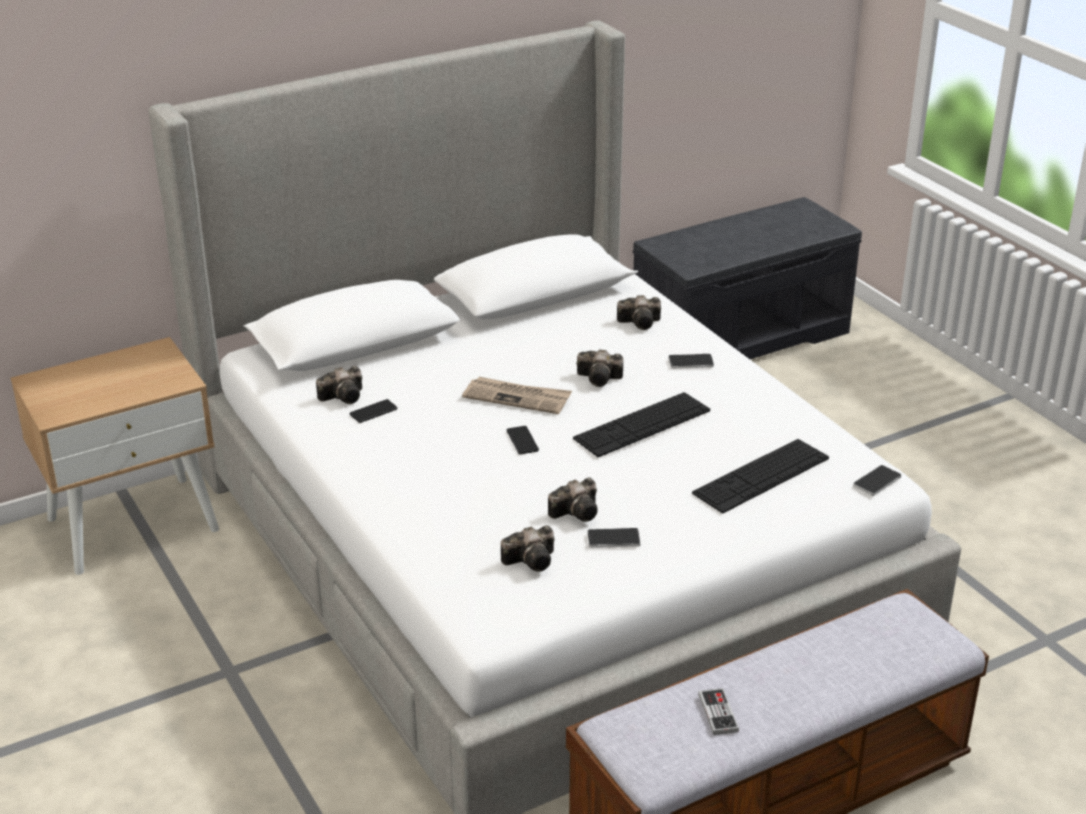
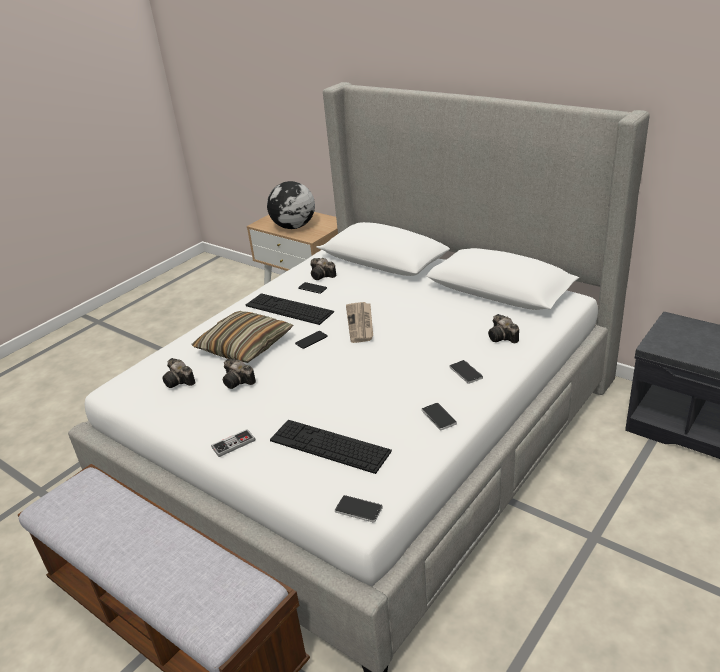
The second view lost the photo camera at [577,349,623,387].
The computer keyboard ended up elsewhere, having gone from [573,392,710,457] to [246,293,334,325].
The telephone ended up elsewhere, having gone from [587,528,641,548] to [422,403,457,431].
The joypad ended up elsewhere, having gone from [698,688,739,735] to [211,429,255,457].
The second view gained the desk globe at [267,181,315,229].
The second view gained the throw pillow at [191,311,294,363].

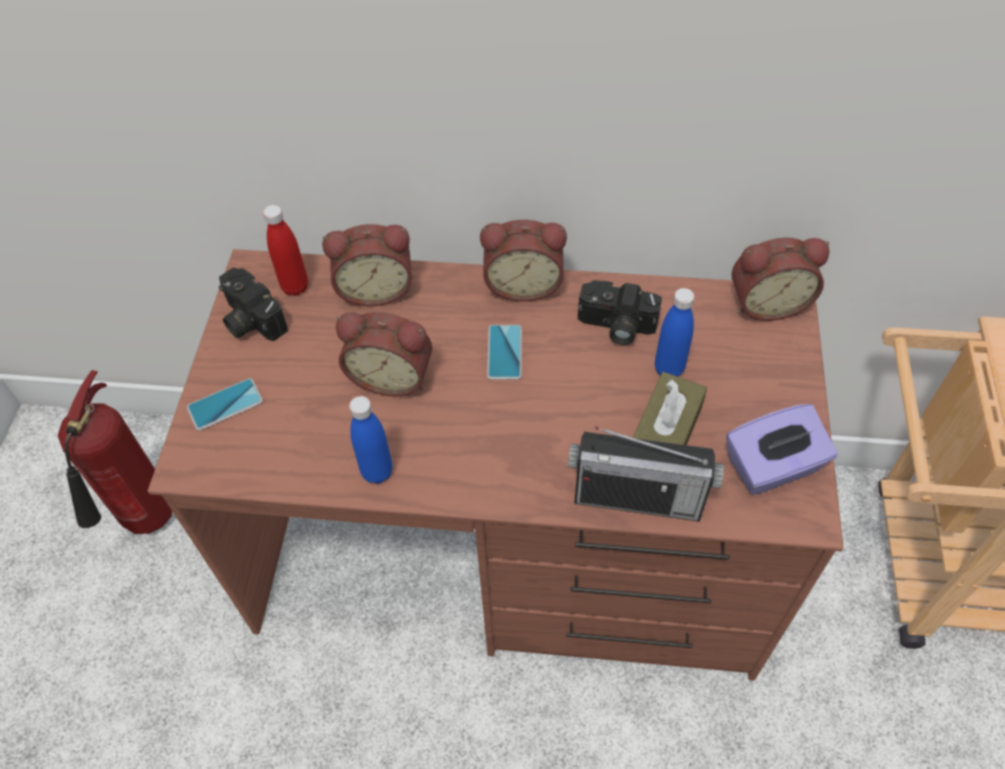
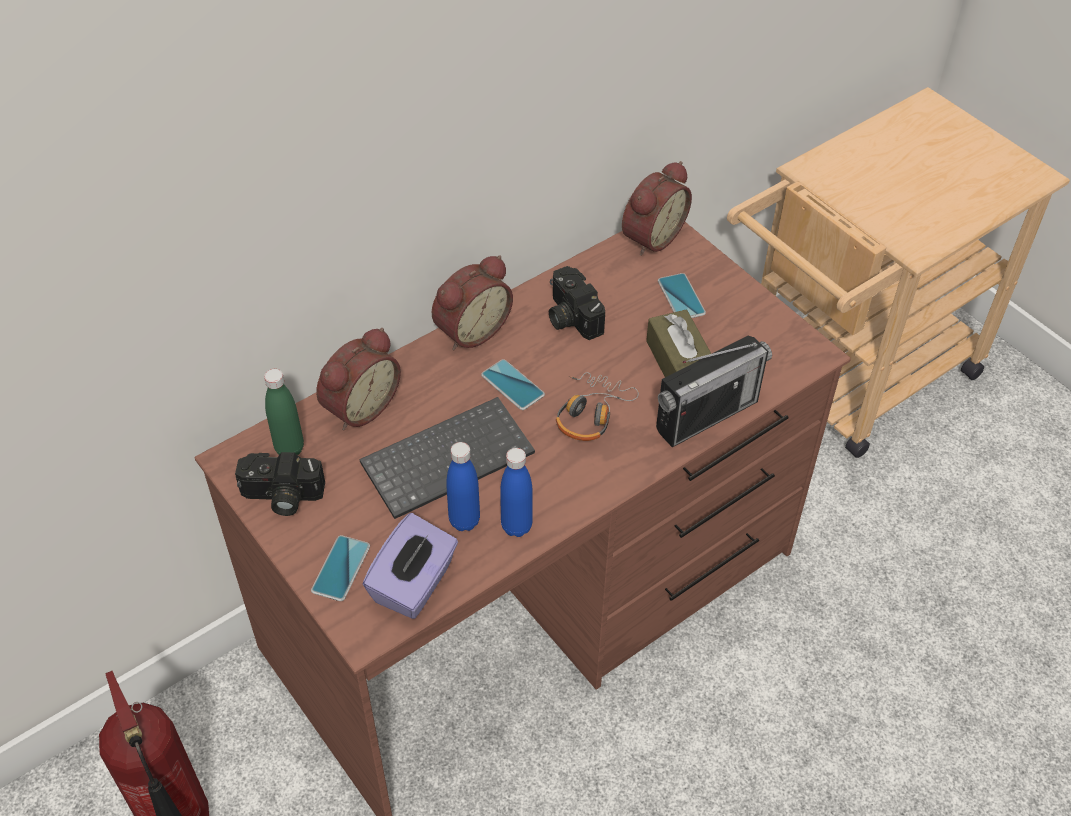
What was the bottle in red-coloured at [263,205,308,296] turned into the bottle in greenish at [264,369,304,455].
The photo camera at [578,280,662,345] ended up facing another way, 90 degrees clockwise from before.
The bottle in blue ended up elsewhere, having gone from [655,288,695,377] to [446,442,480,531].
Where the alarm clock stood at [336,312,432,397], the computer keyboard came to stand at [360,397,535,519].
The tissue holder in purple-coloured ended up elsewhere, having gone from [726,404,837,495] to [363,513,458,619].
The second view gained the telephone at [658,273,706,318].
The second view gained the pair of headphones at [556,372,639,441].

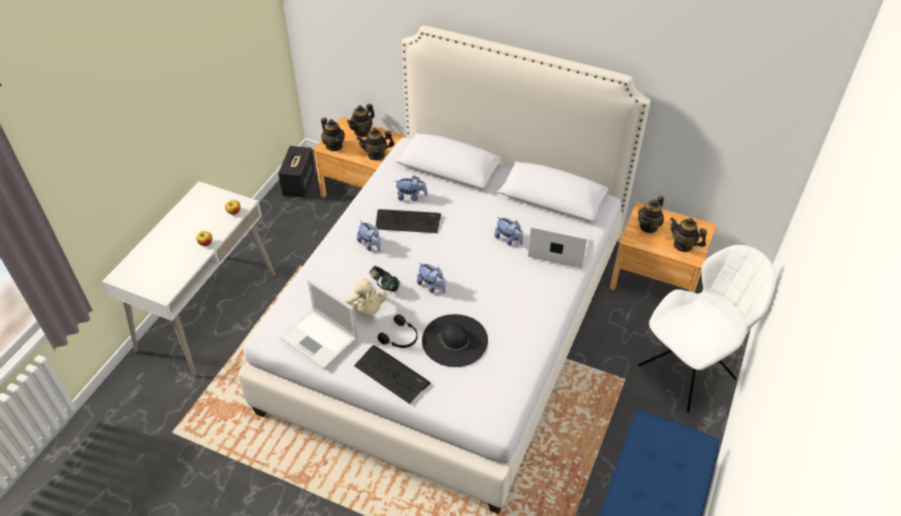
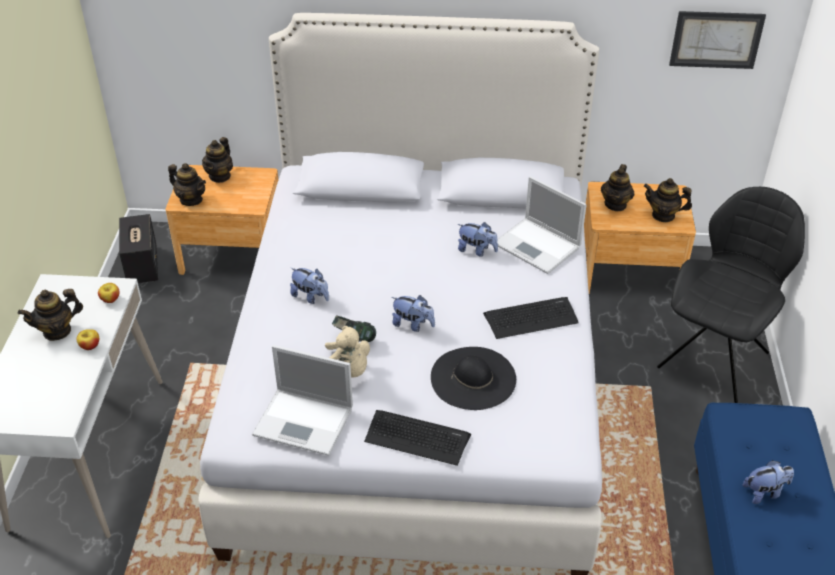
The tea pot ended up elsewhere, having gone from [357,128,395,161] to [18,289,83,341].
The plush toy ended up elsewhere, having gone from [396,175,428,201] to [742,460,794,504].
The computer keyboard ended up elsewhere, having gone from [375,209,441,233] to [483,297,579,339].
The portable computer at [528,225,590,268] ended up facing another way, 135 degrees counterclockwise from before.
What was the plain chair in whitish at [638,245,777,413] turned into the plain chair in black at [657,187,805,403].
The second view lost the pair of headphones in black at [377,314,418,348].
The second view gained the wall picture at [669,11,766,69].

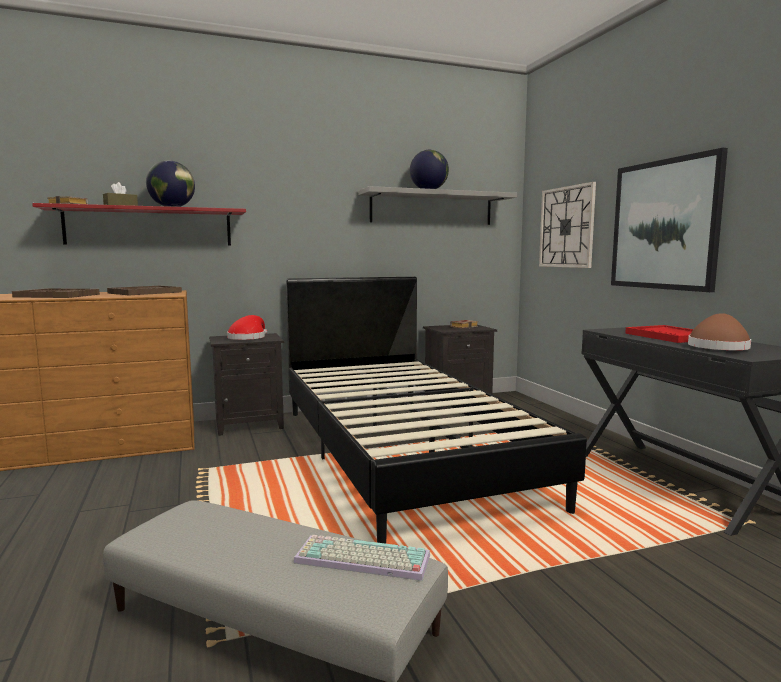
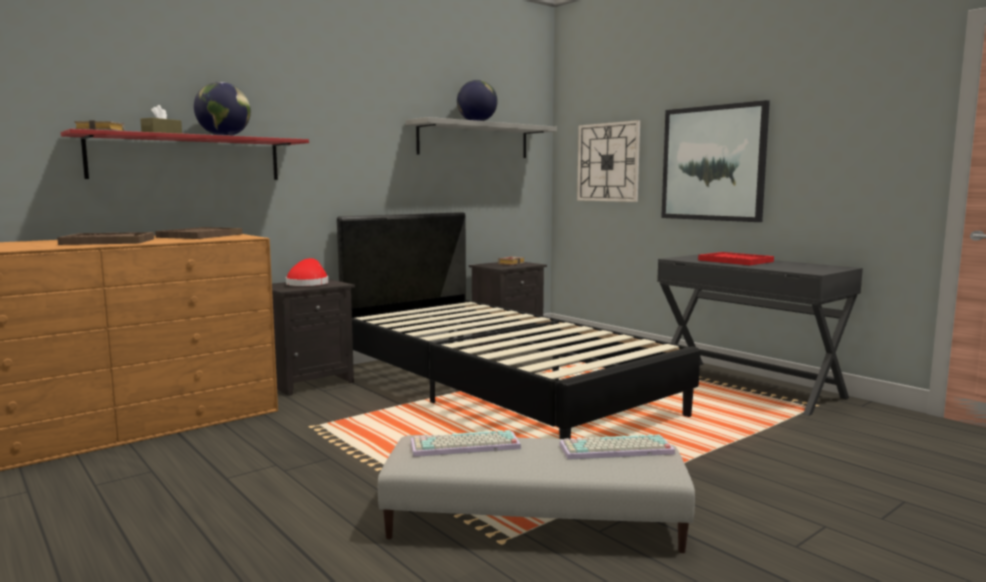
The second view lost the clothing hat in brown-coloured at [688,313,751,350].
The second view gained the computer keyboard at [410,430,521,457].

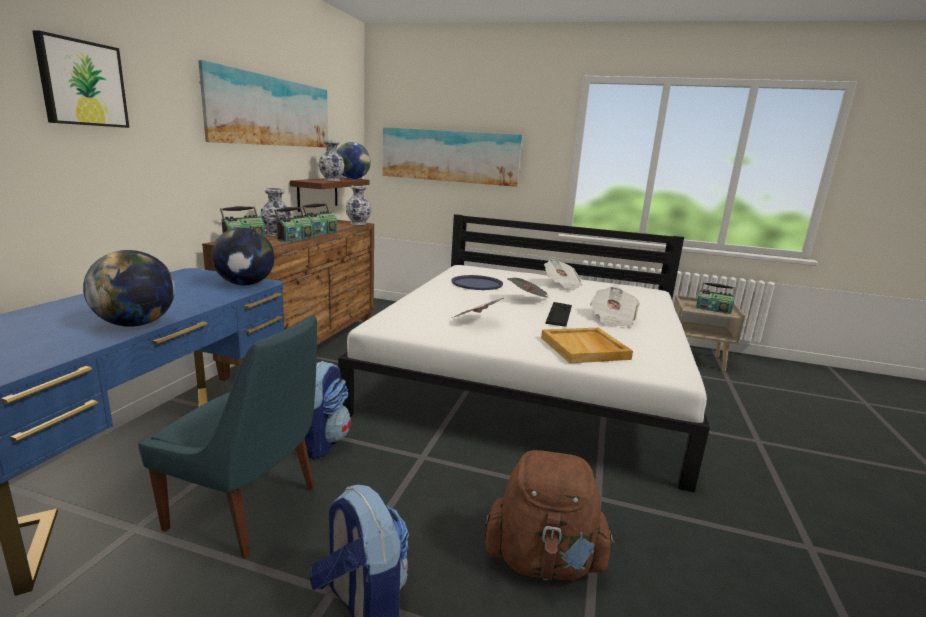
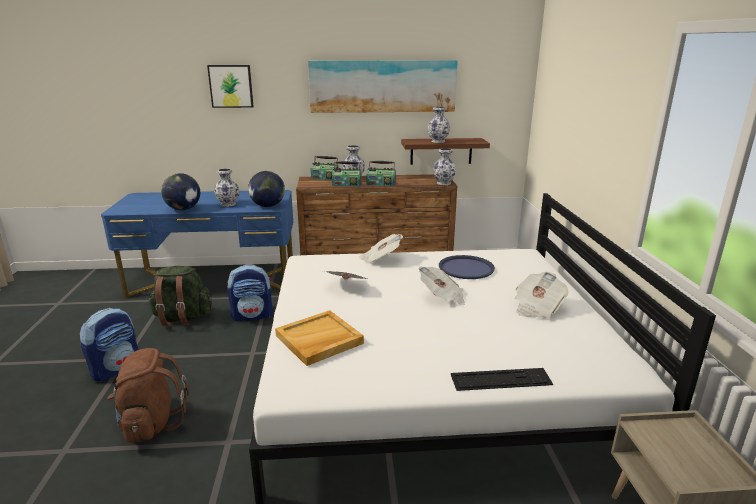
The second view lost the wall picture at [383,127,522,187].
The second view lost the desk globe at [337,142,371,179].
The second view lost the radio at [696,282,735,314].
The daily paper ended up elsewhere, having gone from [590,287,640,327] to [359,234,403,264].
The computer keyboard ended up elsewhere, having gone from [545,302,572,327] to [451,368,553,391].
Where the plain chair in blue stood at [138,315,317,559], the backpack in greenish came to stand at [148,266,212,326].
The second view gained the decorative vase at [214,168,240,207].

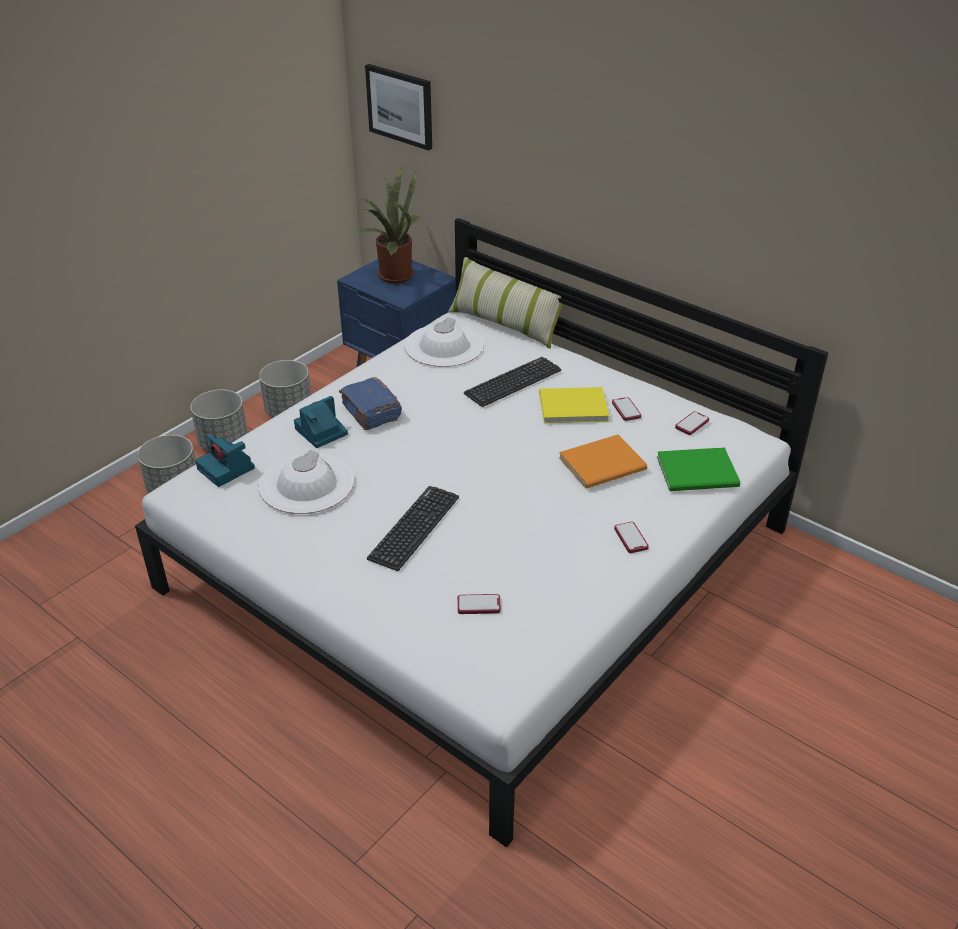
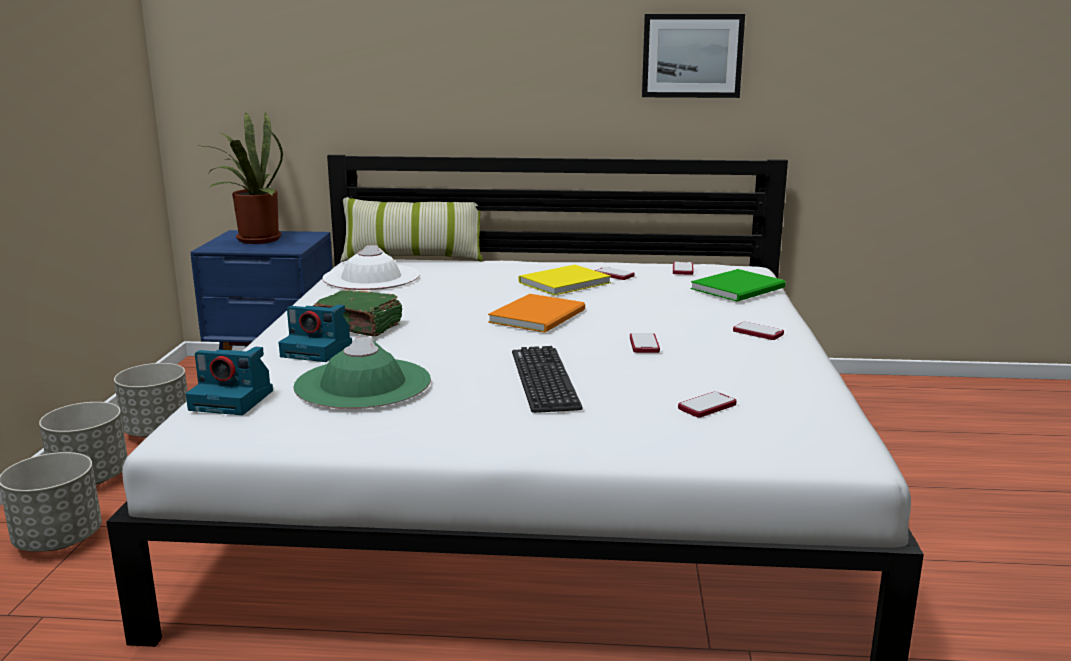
The wall picture ended up elsewhere, having gone from [365,64,432,151] to [642,14,745,98].
The second view lost the computer keyboard at [464,357,561,407].
What was the book in blue at [339,377,402,430] turned into the book in greenish at [313,290,402,337].
The photo camera at [294,396,348,448] ended up facing another way, 90 degrees counterclockwise from before.
The book in orange-coloured ended up elsewhere, having gone from [559,435,647,488] to [488,294,585,333].
What was the clothing hat in whitish at [259,450,355,514] turned into the clothing hat in greenish at [294,337,431,409].
The second view gained the telephone at [630,333,660,353].

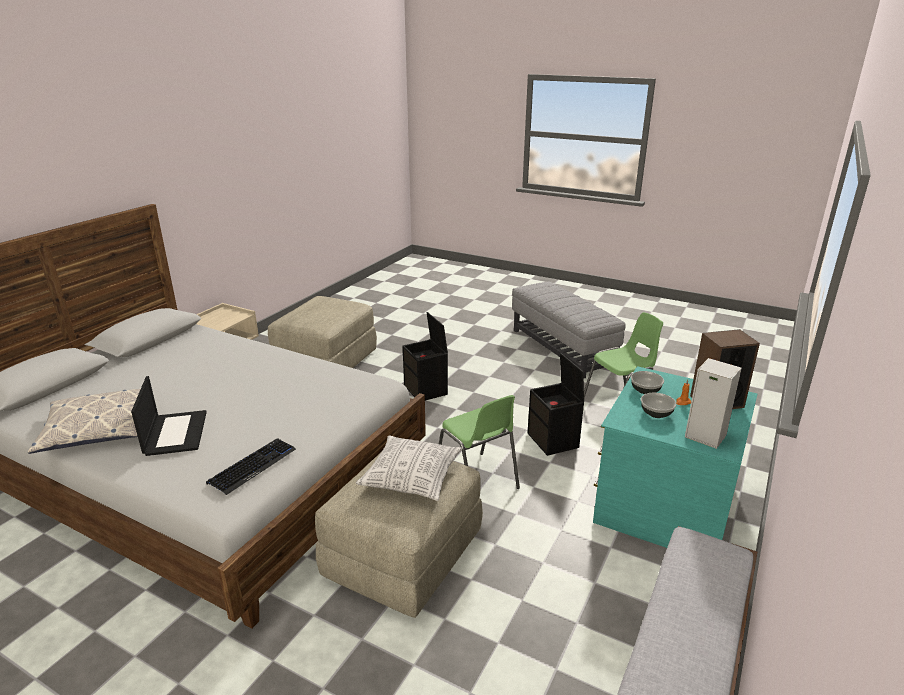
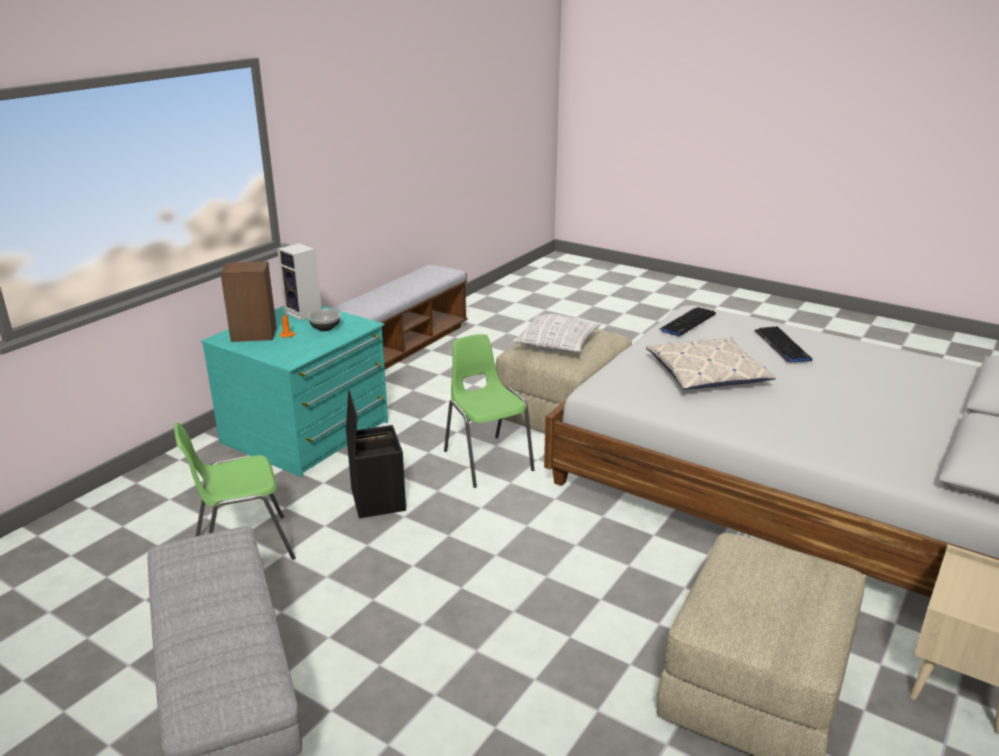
The second view lost the storage container in black at [403,312,448,401].
The second view lost the bowl at [631,371,664,394].
Where the portable computer stood at [131,376,207,456], the computer keyboard came to stand at [754,326,812,362].
The throw pillow ended up elsewhere, having gone from [28,389,140,454] to [646,338,776,390].

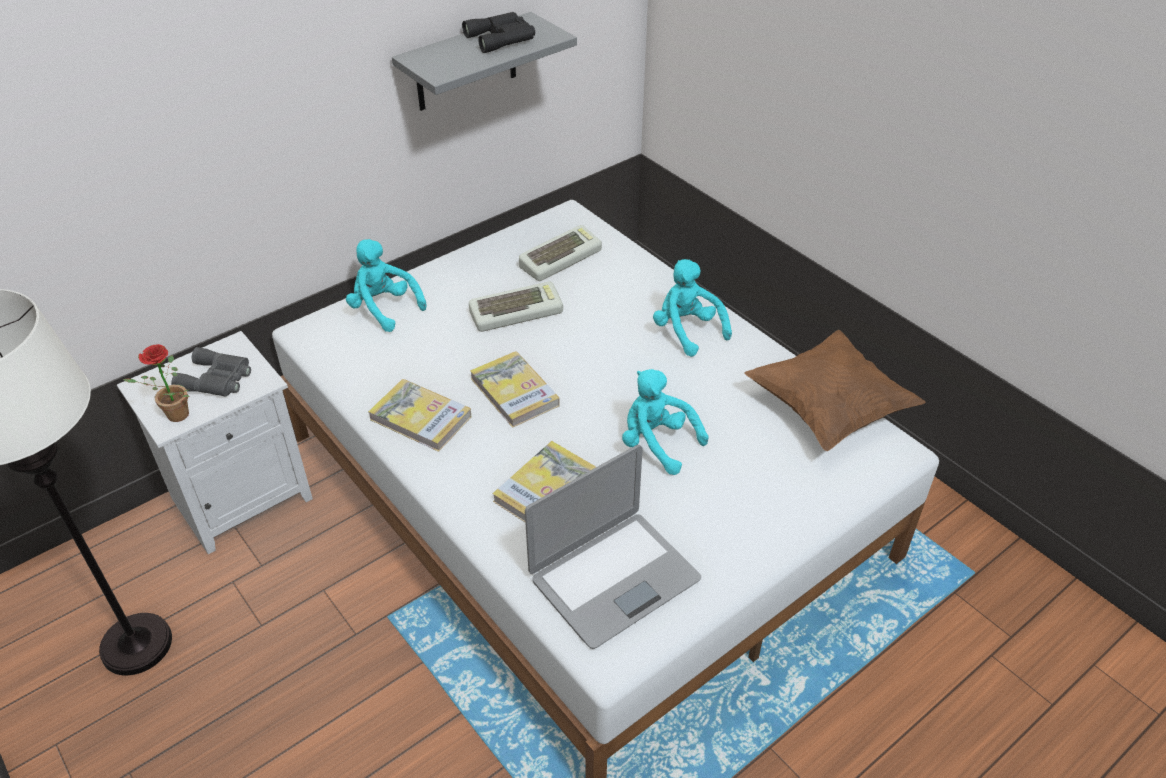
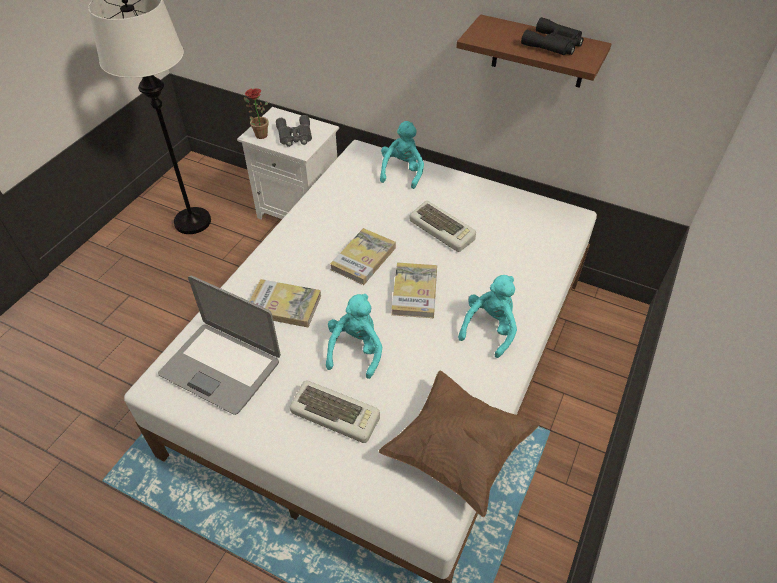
What was the shelf in grey at [392,12,577,111] turned into the shelf in brown-coloured at [456,14,612,88].
The computer keyboard ended up elsewhere, having gone from [519,225,602,281] to [290,380,380,443].
The book ended up elsewhere, having gone from [368,379,472,452] to [391,263,437,318].

